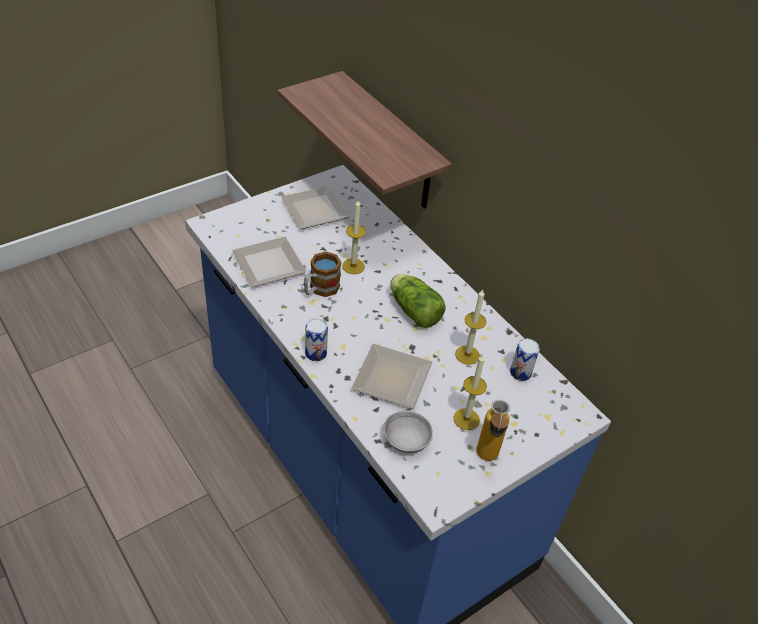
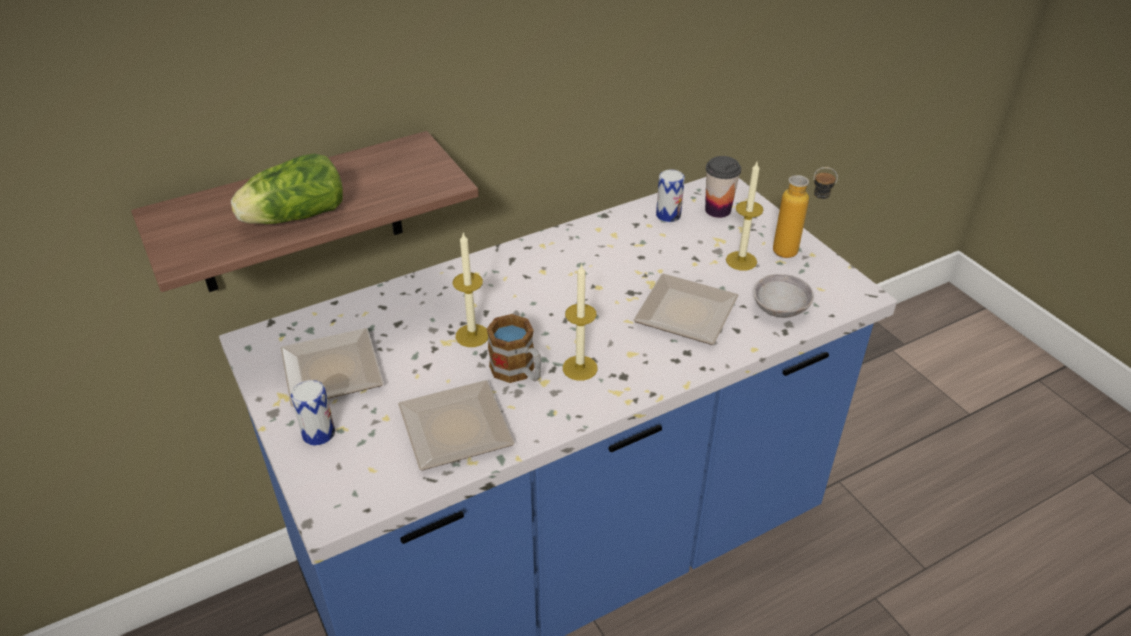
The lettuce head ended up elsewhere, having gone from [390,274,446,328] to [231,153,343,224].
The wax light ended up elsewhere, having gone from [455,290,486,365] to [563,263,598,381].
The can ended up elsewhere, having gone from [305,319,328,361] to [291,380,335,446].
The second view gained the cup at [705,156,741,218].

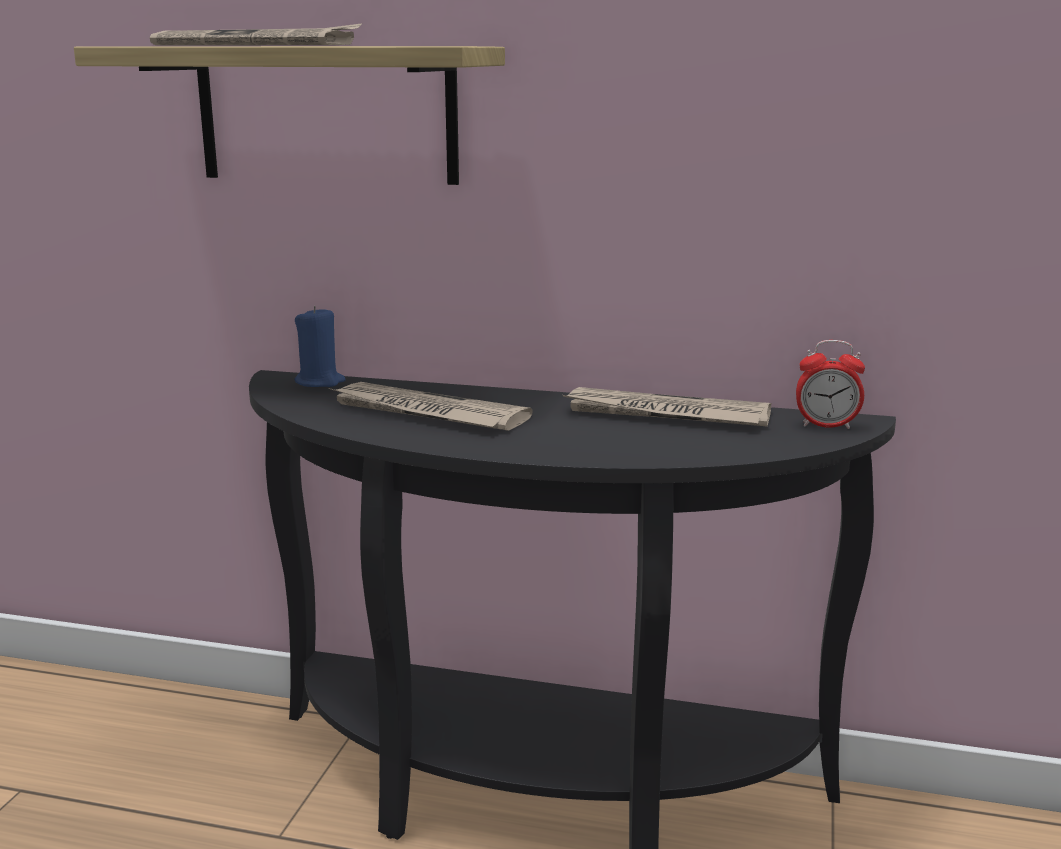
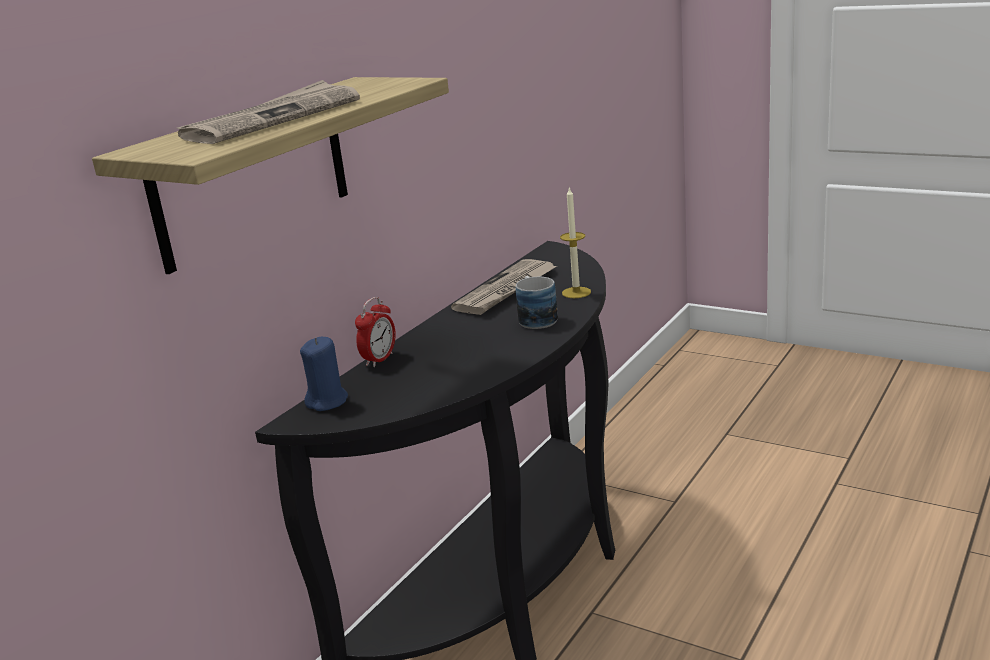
The alarm clock ended up elsewhere, having gone from [796,340,865,429] to [355,297,396,367].
The second view lost the daily paper at [329,382,533,431].
The second view gained the wax light at [560,187,591,298].
The second view gained the tea mug at [516,276,558,329].

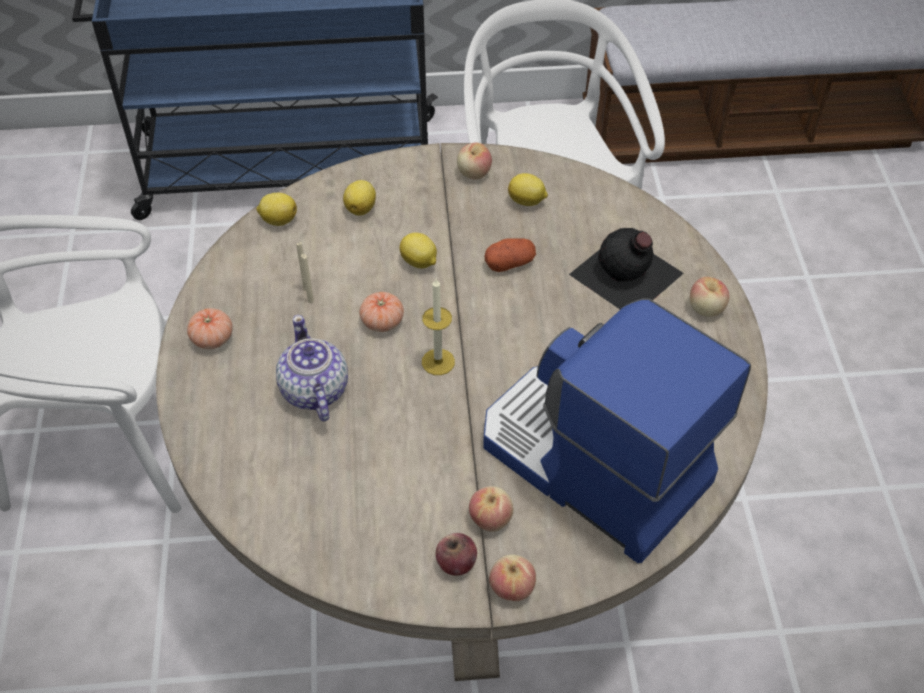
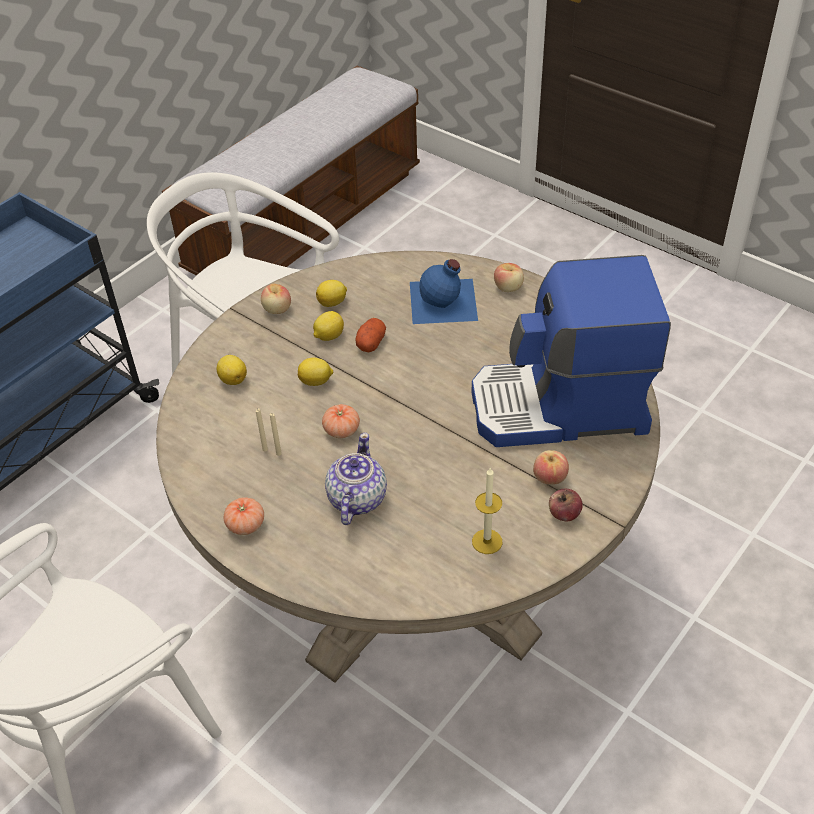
The citrus fruit ended up elsewhere, having gone from [256,193,297,226] to [313,311,344,341].
What was the bottle in black at [569,228,684,309] turned into the bottle in blue at [410,259,478,324].
The wax light ended up elsewhere, having gone from [422,279,455,375] to [472,468,503,554].
The tea pot at [276,315,348,422] ended up facing another way, 75 degrees clockwise from before.
The second view lost the apple fruit at [489,554,536,601].

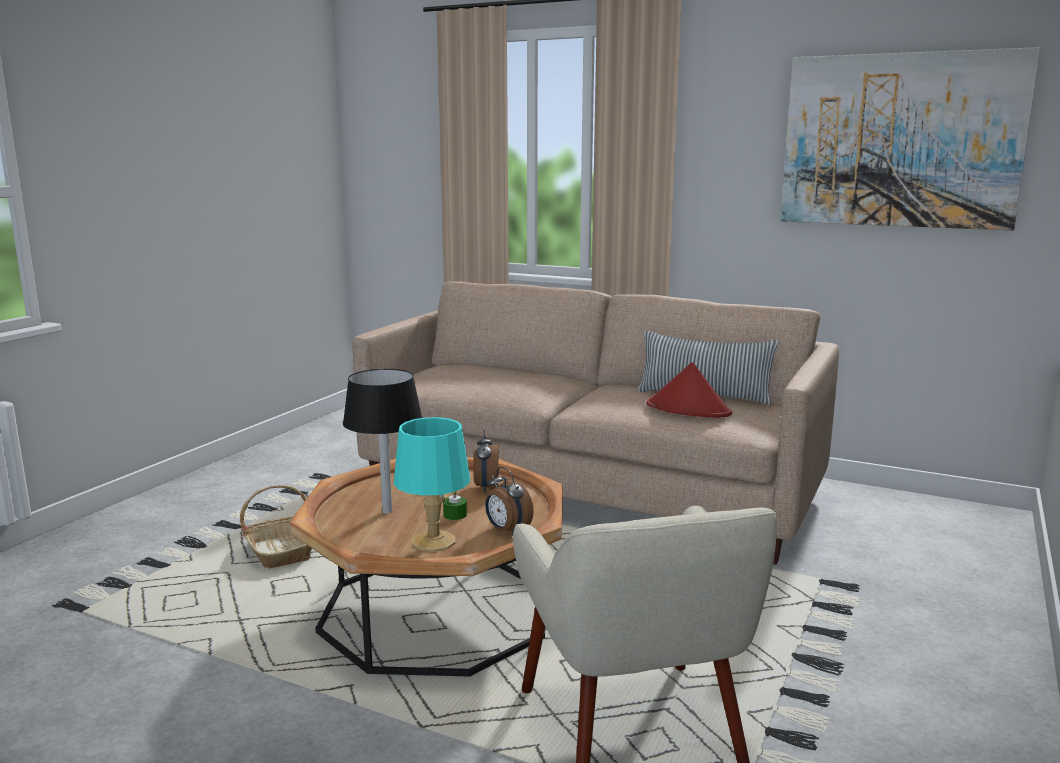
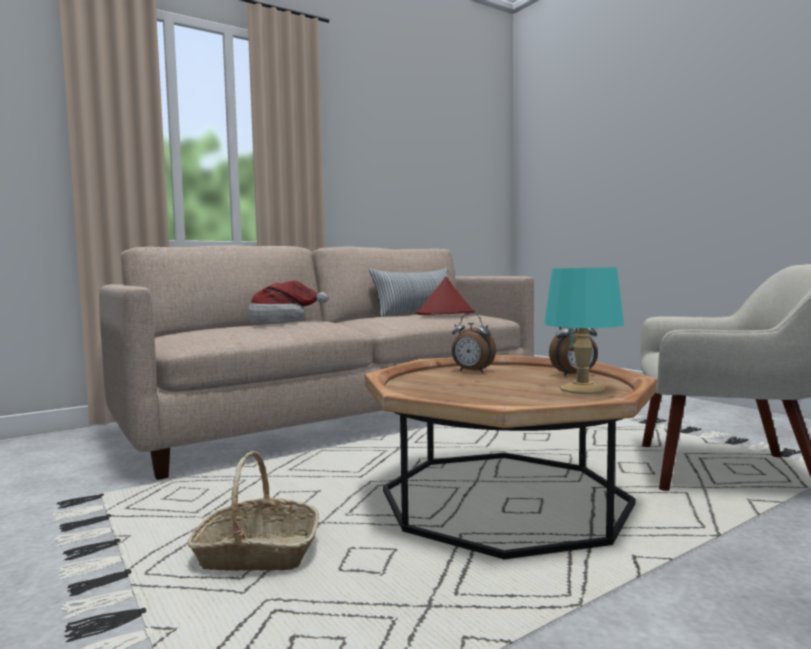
The second view lost the wall picture at [780,47,1041,230].
The second view lost the tabletop lamp in black at [343,369,423,514].
The second view lost the wax light in greenish at [443,491,467,520].
The second view gained the clothing hat at [248,281,328,324].

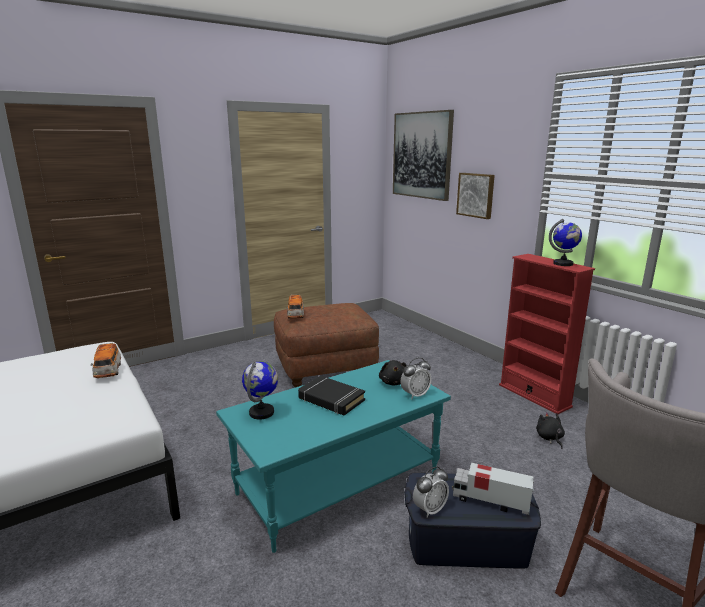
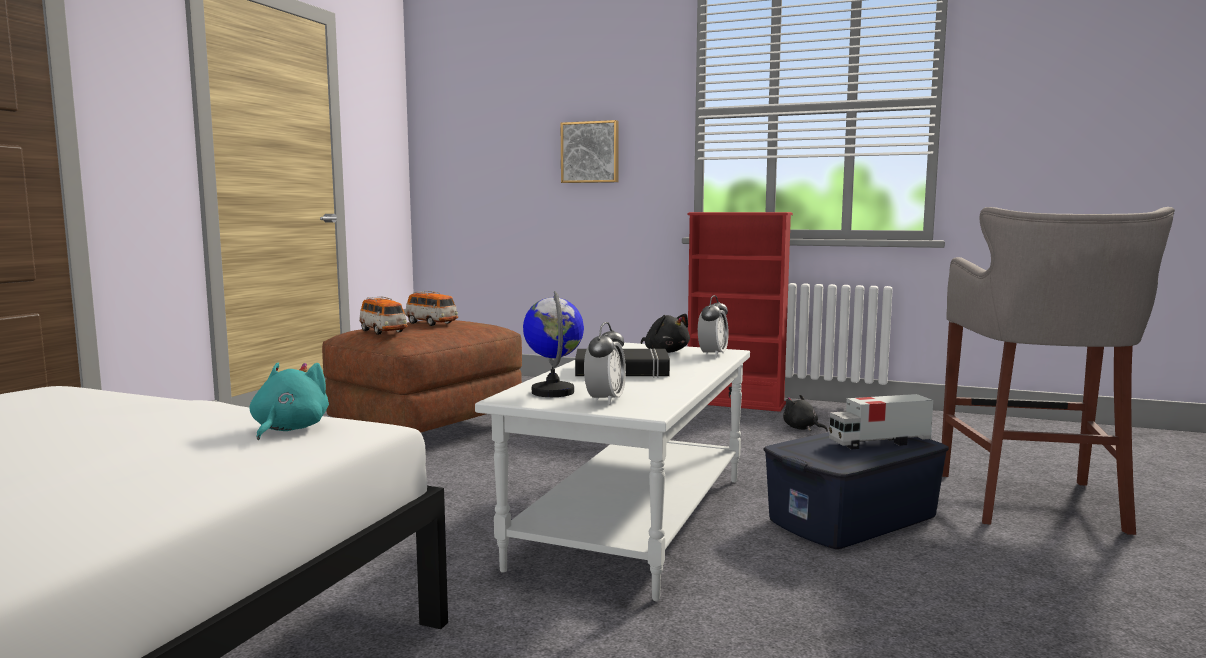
The second view lost the wall picture at [393,110,454,201].
The second view lost the desk globe at [549,219,582,266].
The model car ended up elsewhere, having gone from [91,342,121,378] to [405,291,458,326].
What was the lounge table in turquoise at [216,360,451,553] turned into the lounge table in whitish at [475,343,750,601].
The alarm clock ended up elsewhere, having gone from [413,466,449,518] to [584,322,626,405].
The second view gained the plush toy in turquoise at [250,362,329,440].

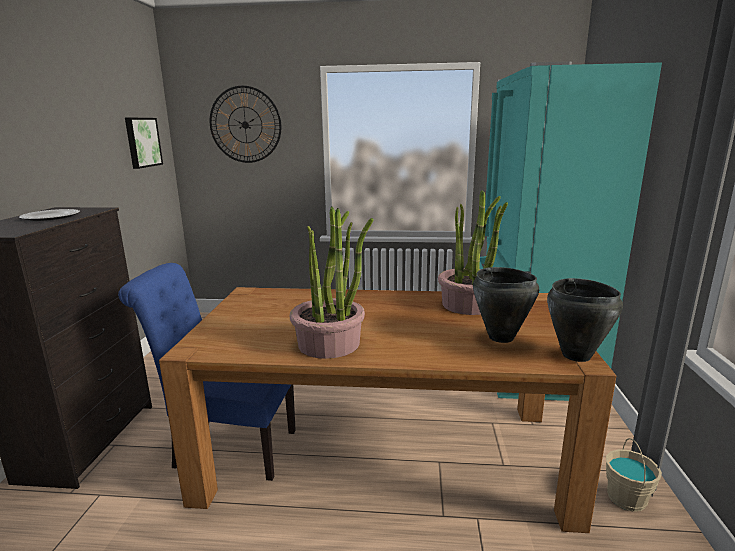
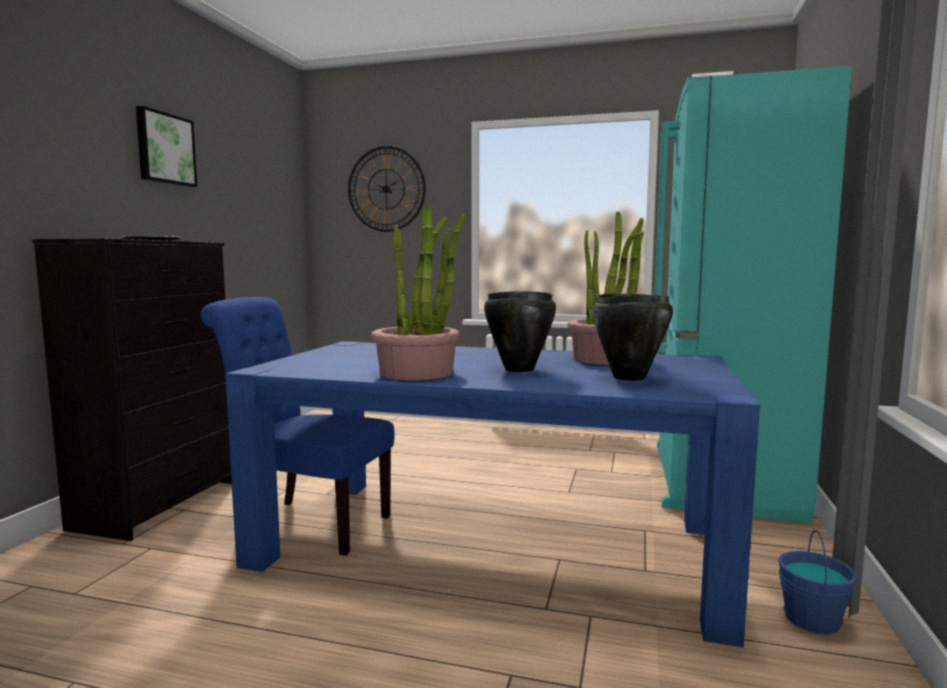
The wall picture ended up elsewhere, having gone from [125,118,163,169] to [136,106,197,187].
The saucepot in black ended up elsewhere, having gone from [547,278,623,362] to [484,291,556,372].
What was the dinner table in brown-coloured at [159,287,616,533] turned into the dinner table in blue at [225,341,760,647].
What was the bucket in beige-coloured at [606,438,662,512] turned into the bucket in blue at [778,530,857,634].

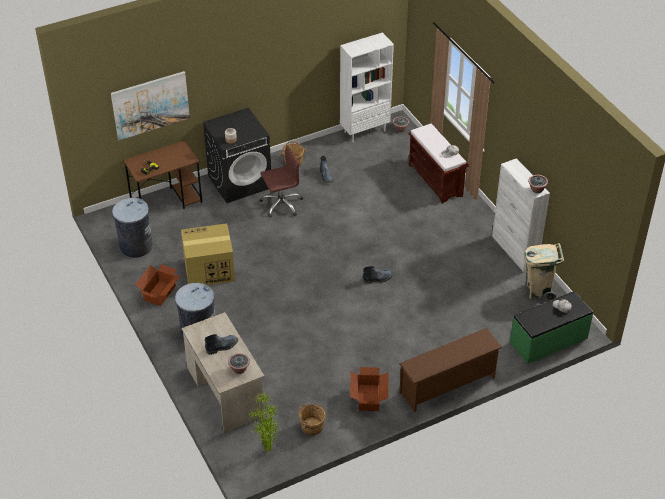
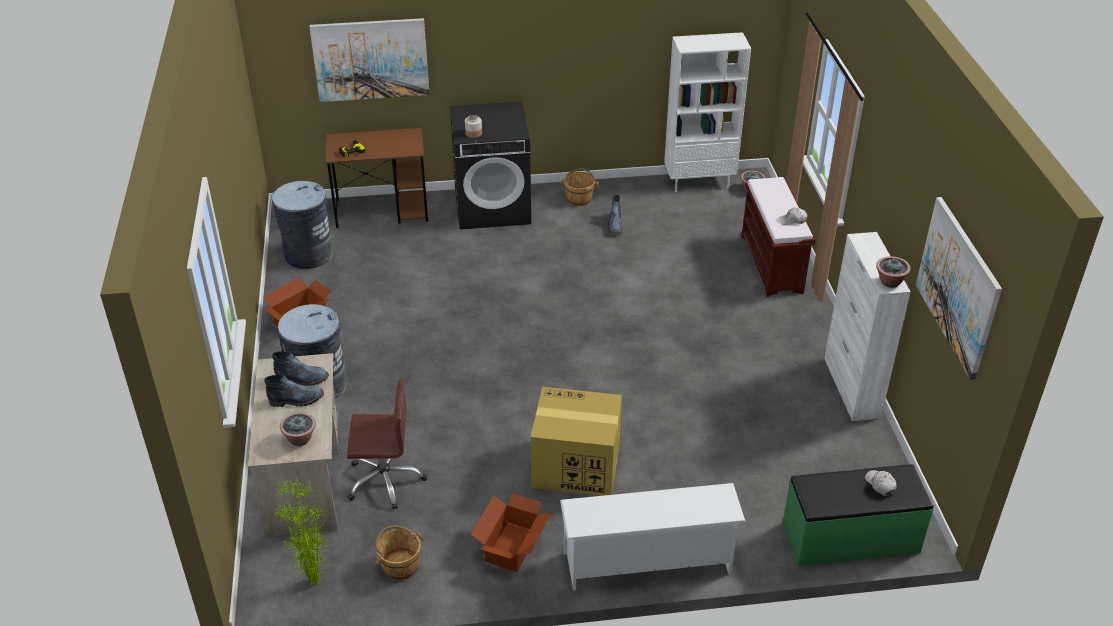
The computer chair in brown-coloured ended up elsewhere, having gone from [259,145,303,218] to [347,378,427,510].
The packing box ended up elsewhere, having gone from [181,223,235,285] to [531,387,622,496].
The second view lost the rubbish bin in beige-coloured at [524,243,564,301].
The high-top boot ended up elsewhere, having gone from [363,266,393,284] to [272,352,329,385].
What was the shoe shelf in brown-coloured at [399,328,503,412] turned into the shoe shelf in whitish at [560,483,746,590].
The second view gained the wall picture at [916,197,1002,380].

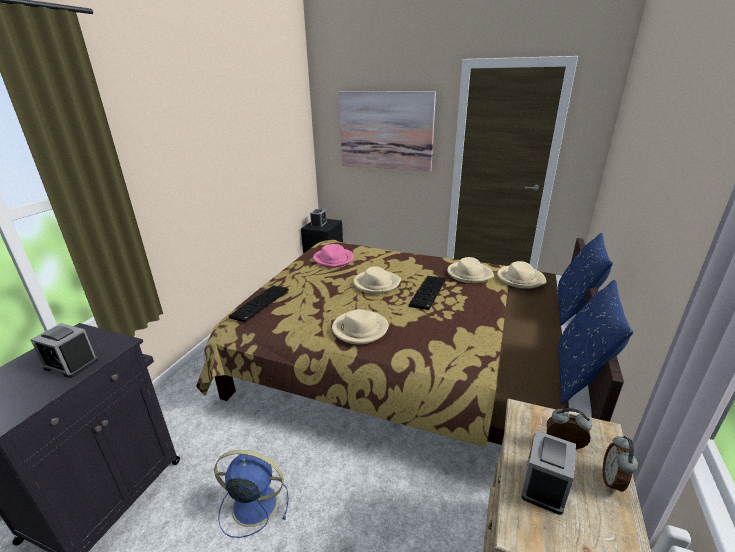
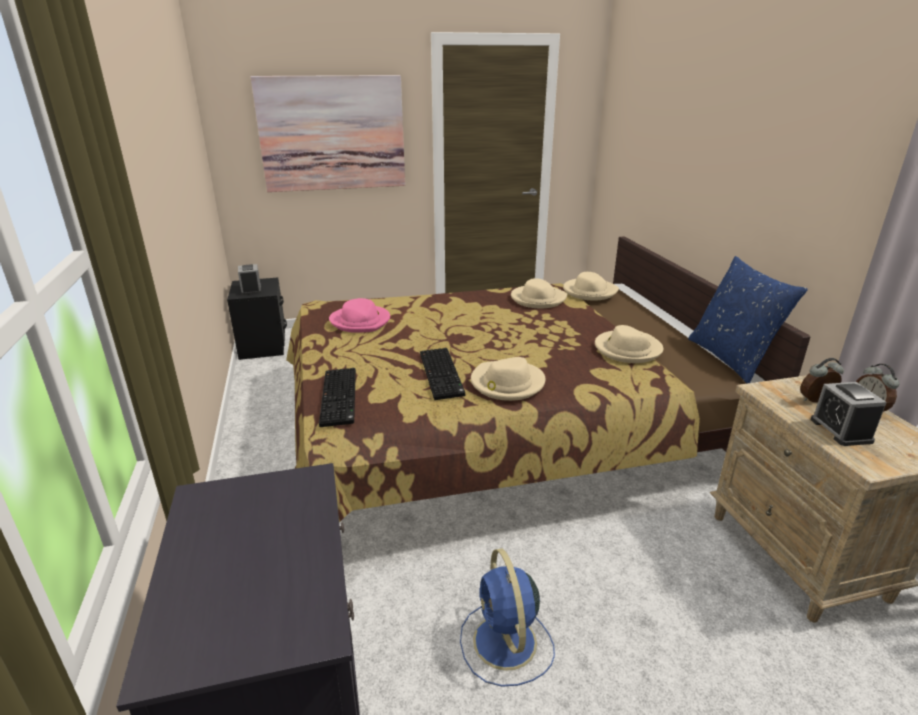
The second view lost the throw pillow in blue at [558,233,613,326].
The clothing hat in beige-coloured ended up elsewhere, having gone from [353,266,401,294] to [595,325,663,363].
The computer keyboard ended up elsewhere, having gone from [409,276,446,310] to [420,348,465,400].
The second view lost the alarm clock at [30,323,98,378].
The fan in blue at [214,450,289,538] ended up facing another way, 75 degrees counterclockwise from before.

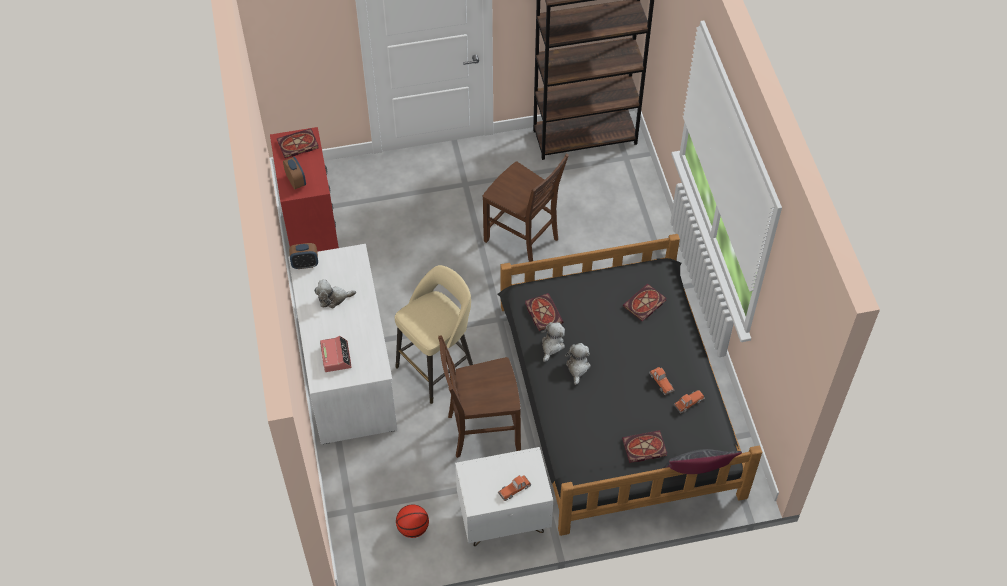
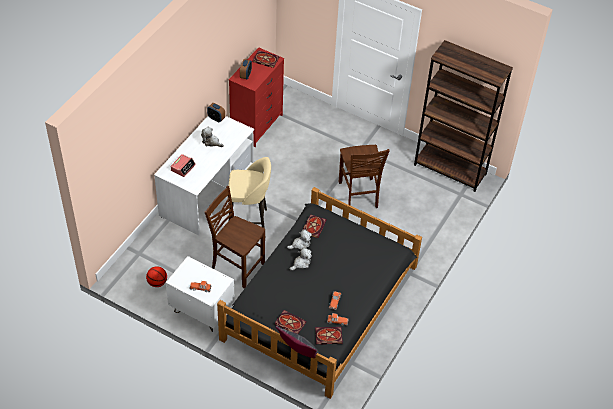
The book ended up elsewhere, having gone from [623,284,666,321] to [315,327,343,345].

